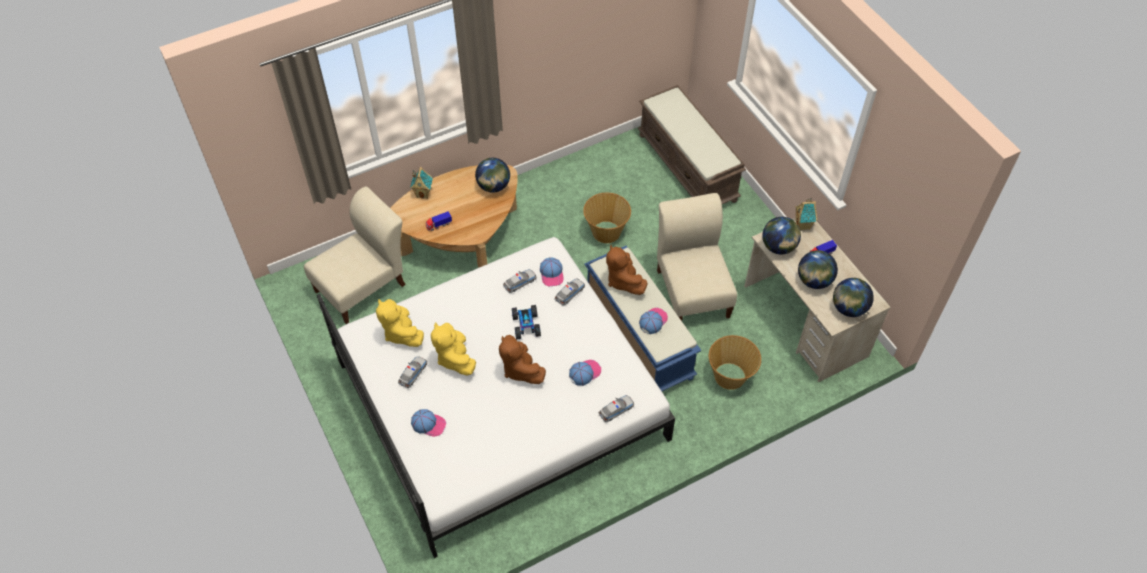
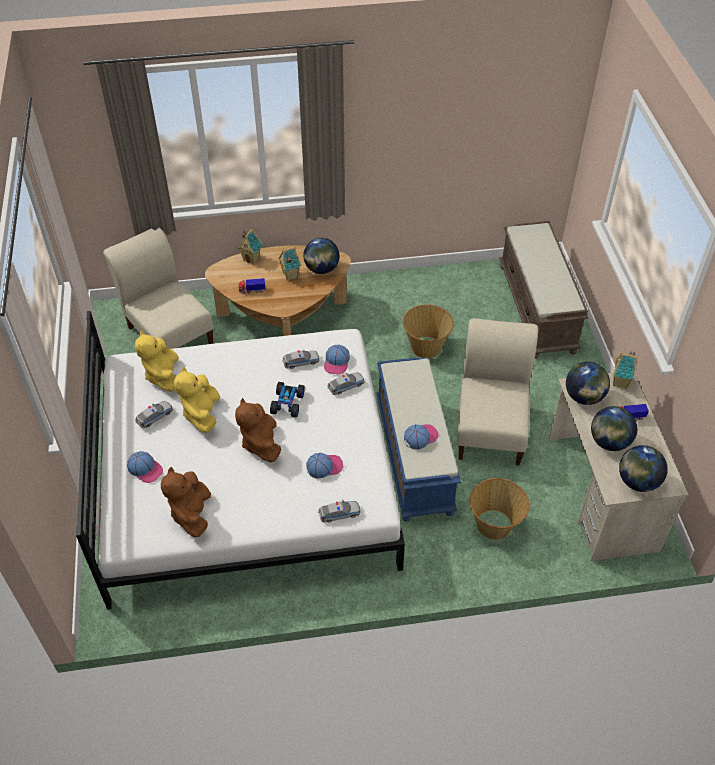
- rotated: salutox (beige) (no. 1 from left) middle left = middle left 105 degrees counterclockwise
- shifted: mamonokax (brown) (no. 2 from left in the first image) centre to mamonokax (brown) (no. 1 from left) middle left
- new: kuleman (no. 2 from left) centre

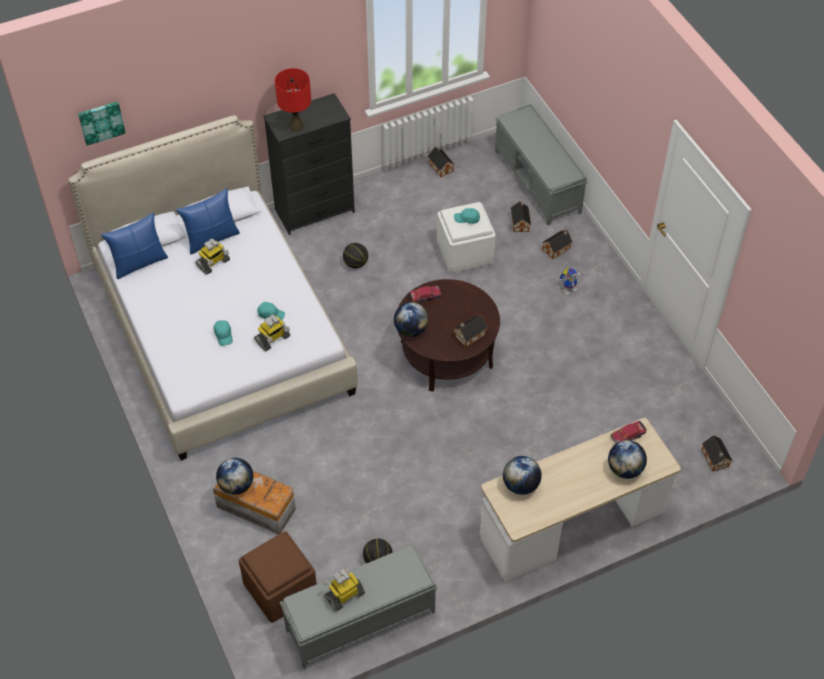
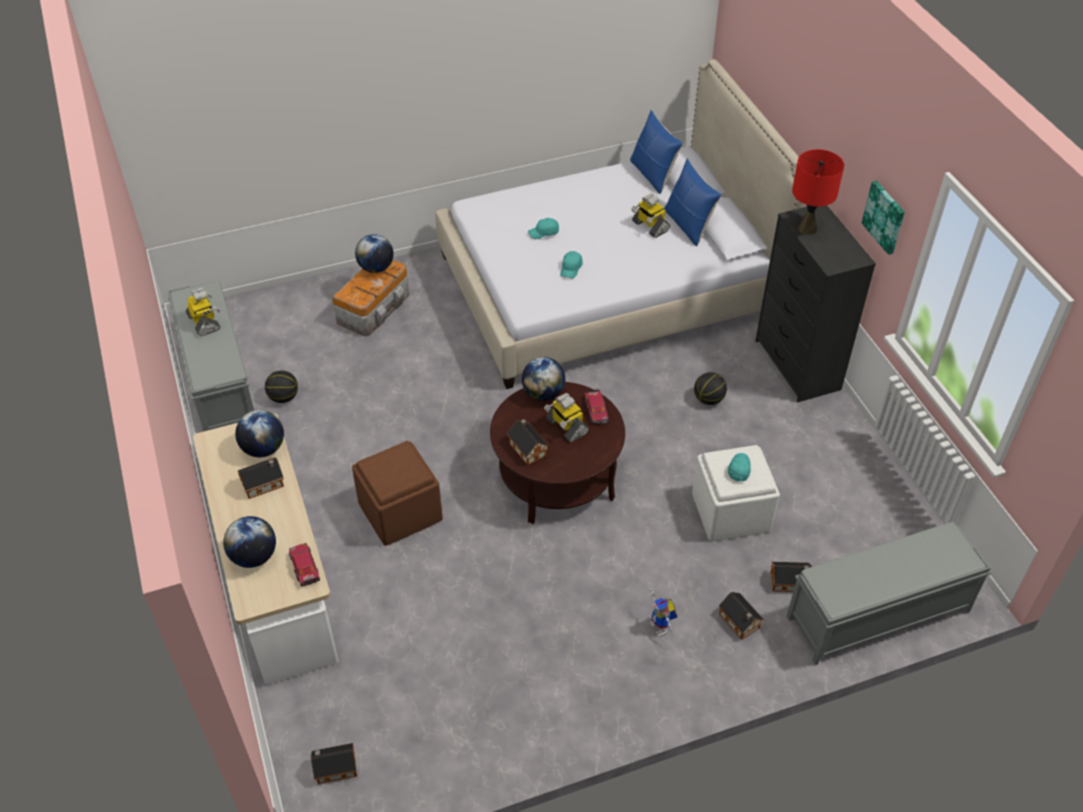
- shifted: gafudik top left to top right
- shifted: kuleman (no. 1 from left) top centre to middle left
- shifted: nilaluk (no. 2 from left) middle left to centre
- shifted: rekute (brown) bottom centre to centre

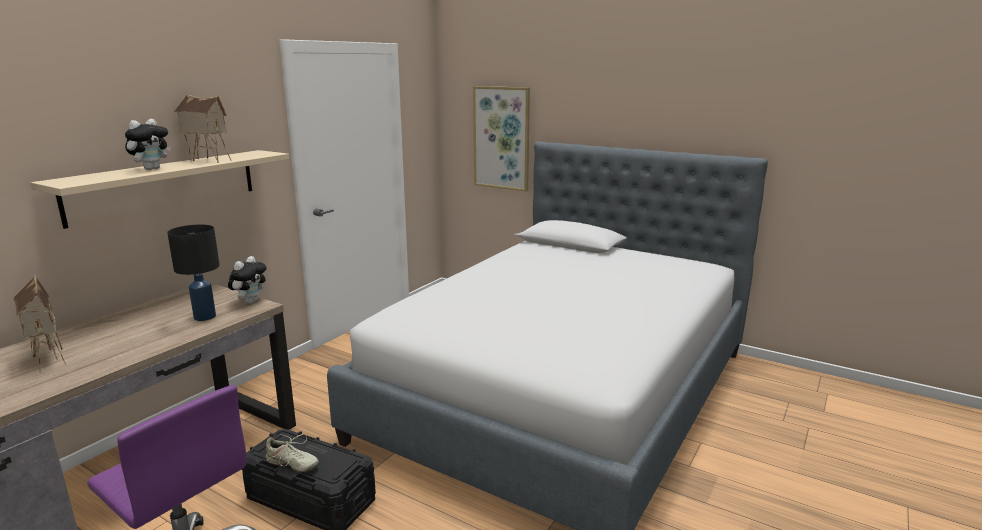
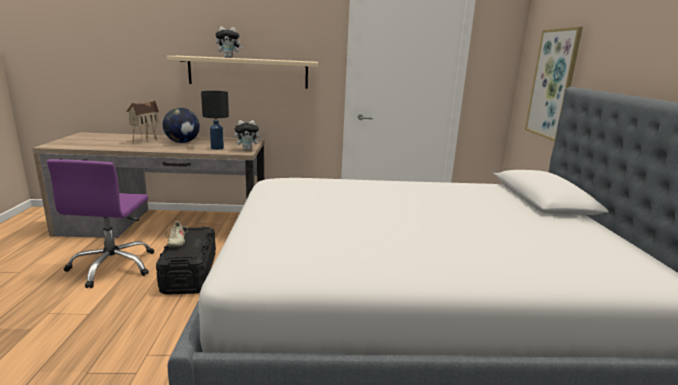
- gone: kuleman (no. 2 from left) top left
- new: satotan top left

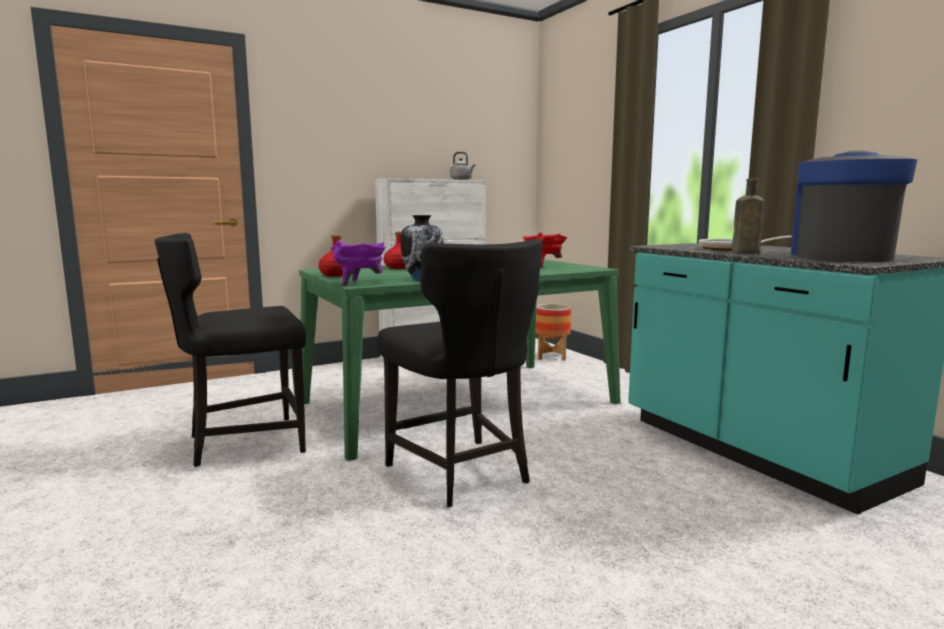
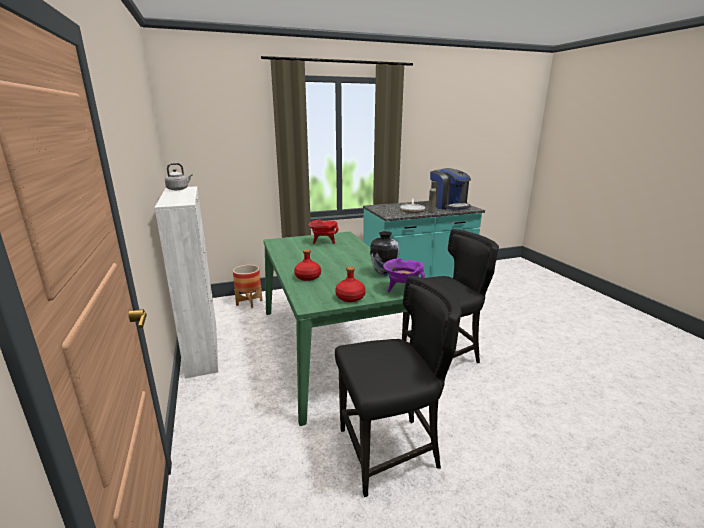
- rotated: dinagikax top right = centre 150 degrees counterclockwise
- rotated: salutox (black) (no. 1 from left) middle left = bottom centre 90 degrees counterclockwise

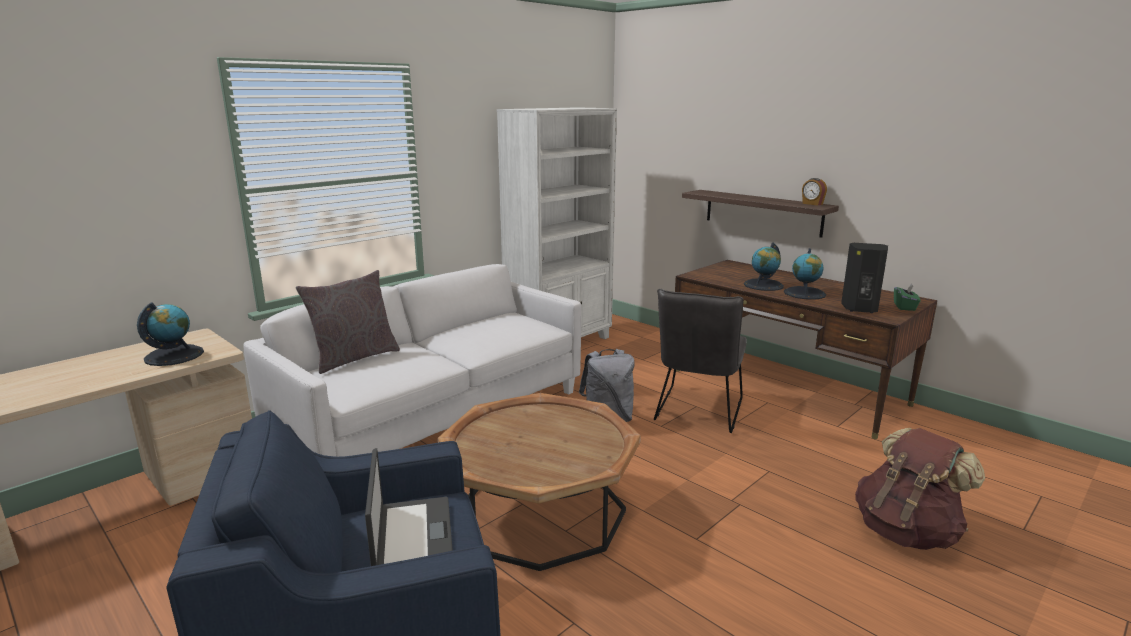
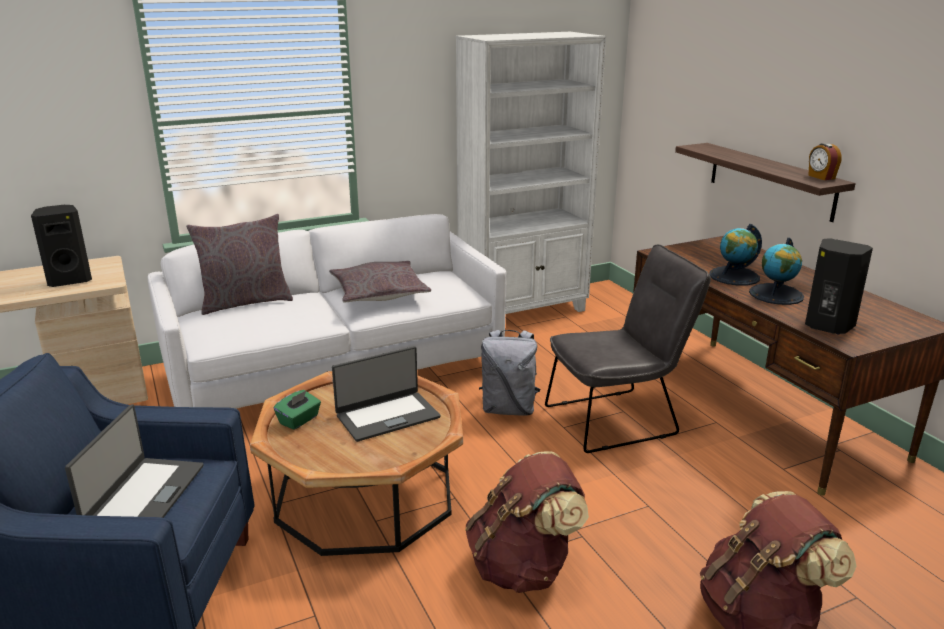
- shifted: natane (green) middle right to middle left
- rotated: salutox (grey) centre = centre 150 degrees counterclockwise
- swapped: satotan (no. 1 from left) middle left to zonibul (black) (no. 1 from left) middle left
- new: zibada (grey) (no. 2 from left) centre
- new: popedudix (no. 2 from left) centre
- new: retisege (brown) (no. 1 from left) bottom centre

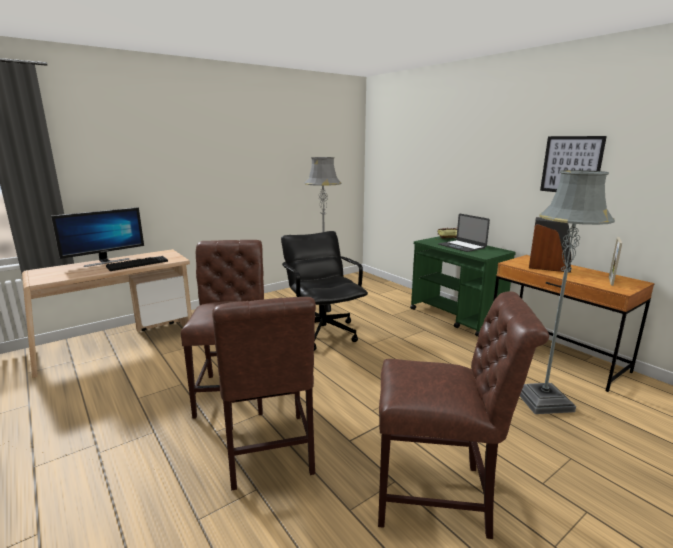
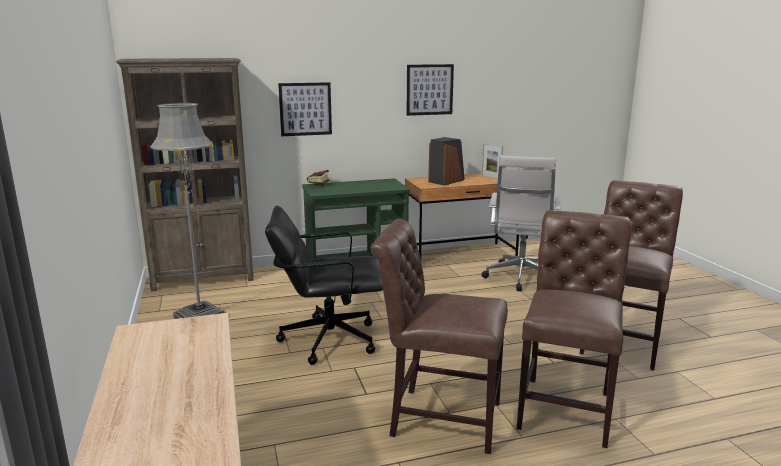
- swapped: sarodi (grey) (no. 2 from left) middle right to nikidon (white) middle right
- gone: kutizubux middle left
- gone: popedudix middle right
- gone: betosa middle left
- rotated: salutox (brown) (no. 2 from left) bottom centre = bottom right 75 degrees counterclockwise
- new: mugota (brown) middle left
- new: gafudik (no. 1 from left) top centre

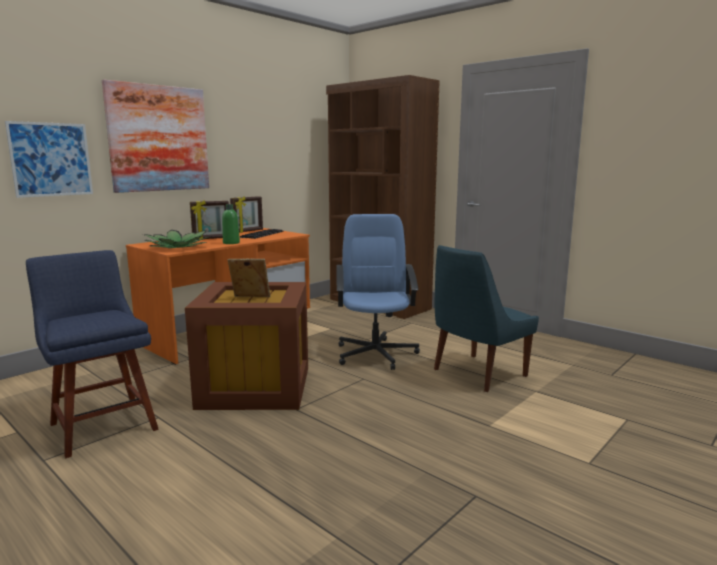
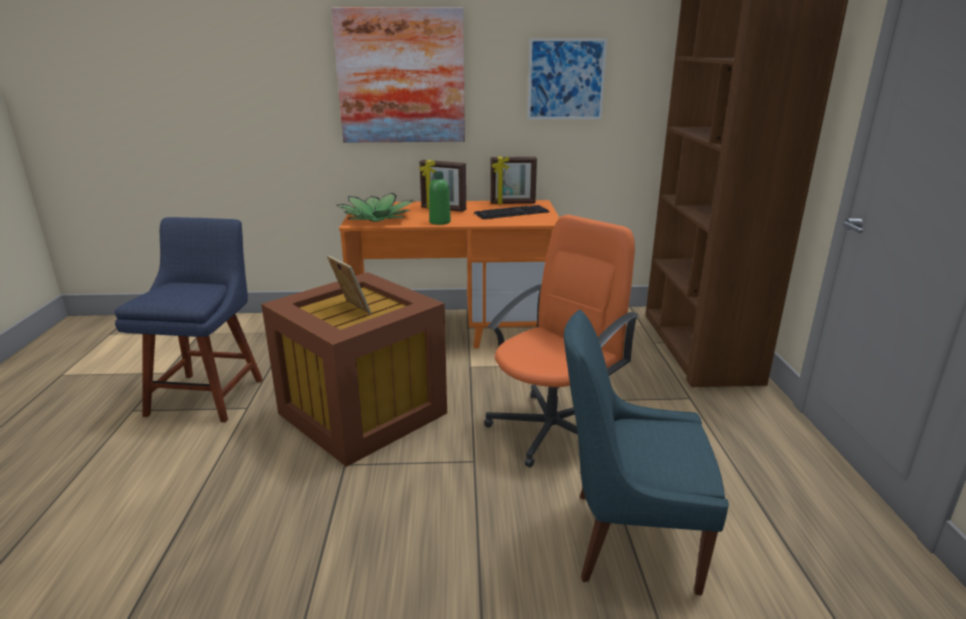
- shifted: gafudik (no. 1 from left in the first image) top left to gafudik (no. 2 from left) top centre
- repainted: nikidon (blue) centre to nikidon (orange) centre

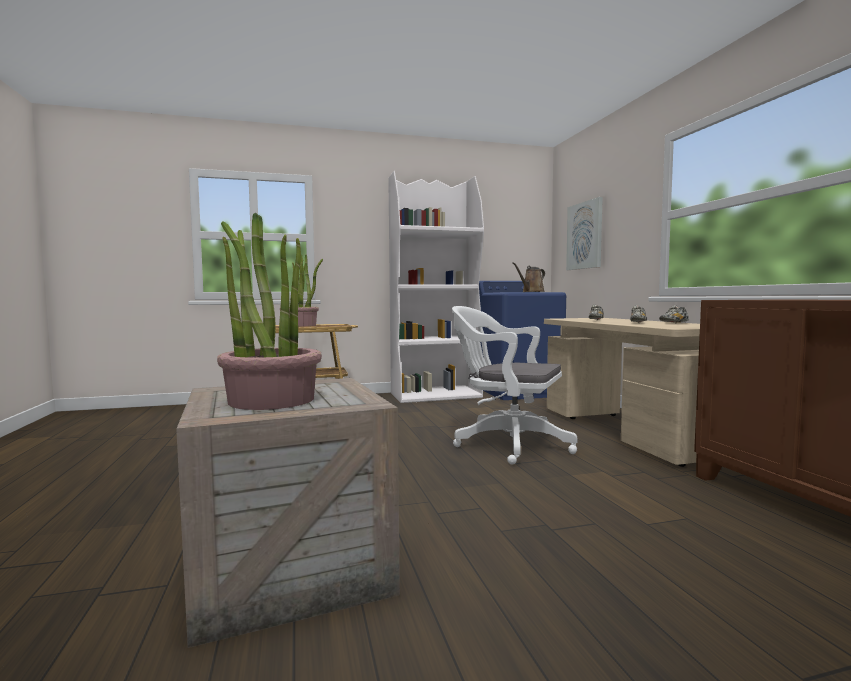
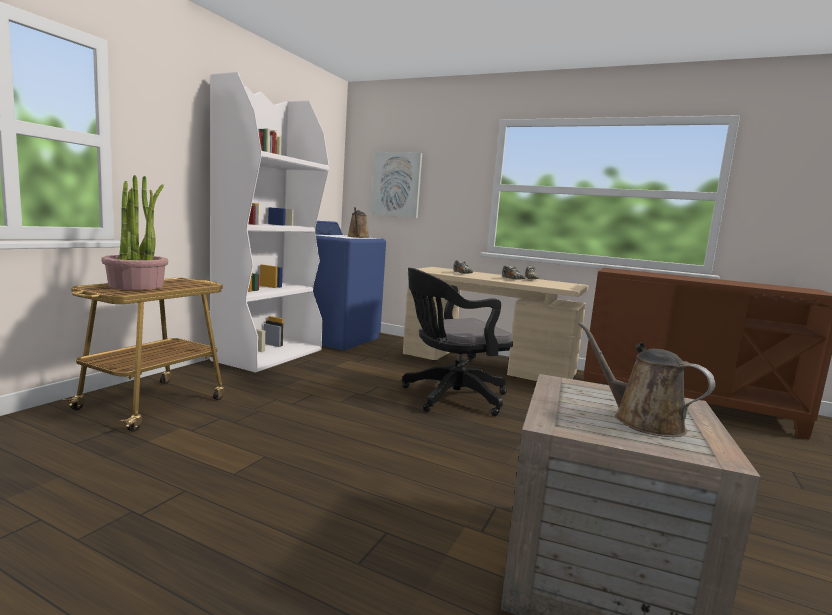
- swapped: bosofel (no. 1 from left) middle left to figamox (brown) (no. 2 from left) middle right
- repainted: nikidon (white) centre to nikidon (black) centre

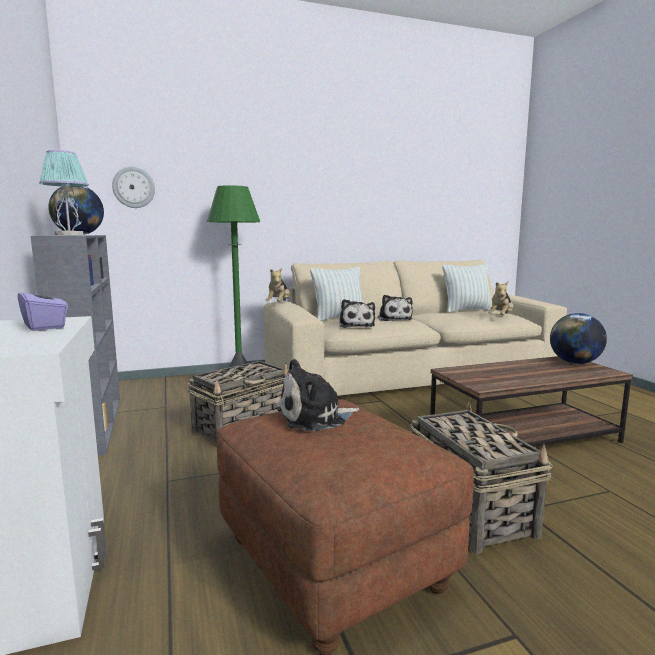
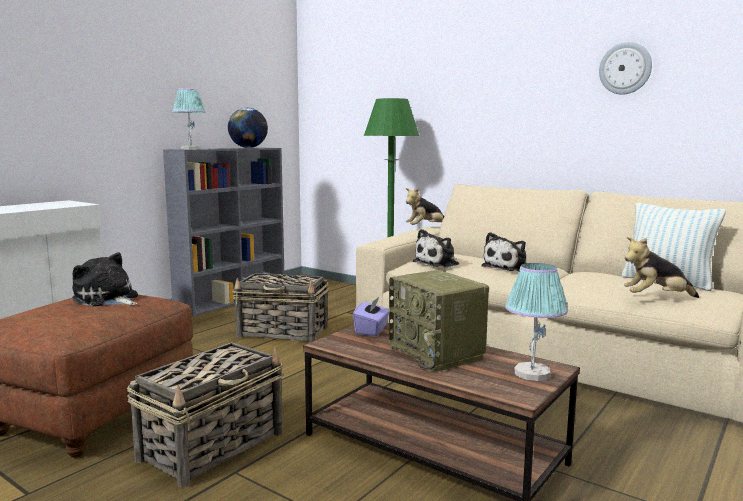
- shifted: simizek top left to top right
- gone: zibada (no. 1 from left) centre
- shifted: natane (purple) middle left to centre
- swapped: satotan (no. 2 from left) middle right to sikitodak (no. 2 from left) middle right
- new: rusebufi centre

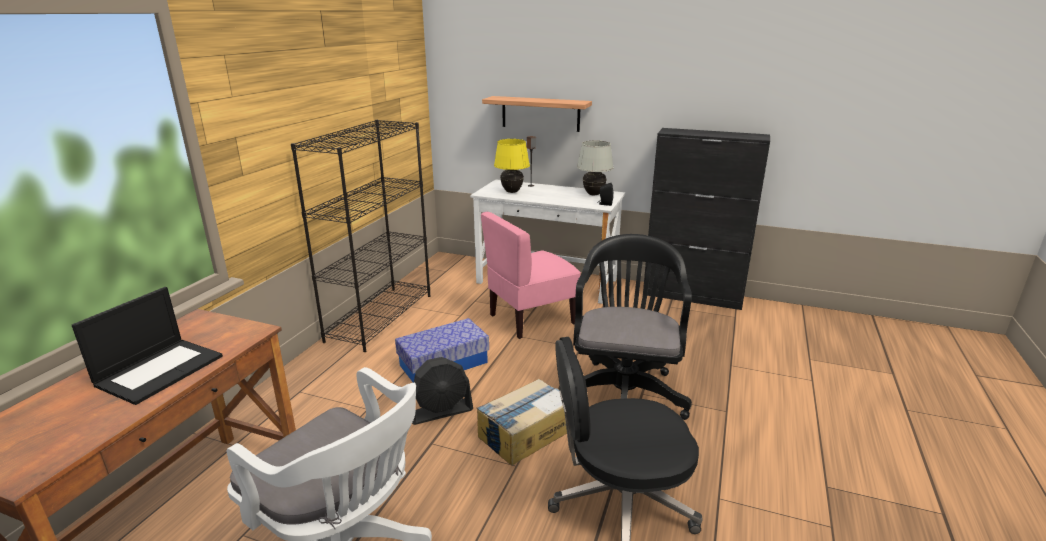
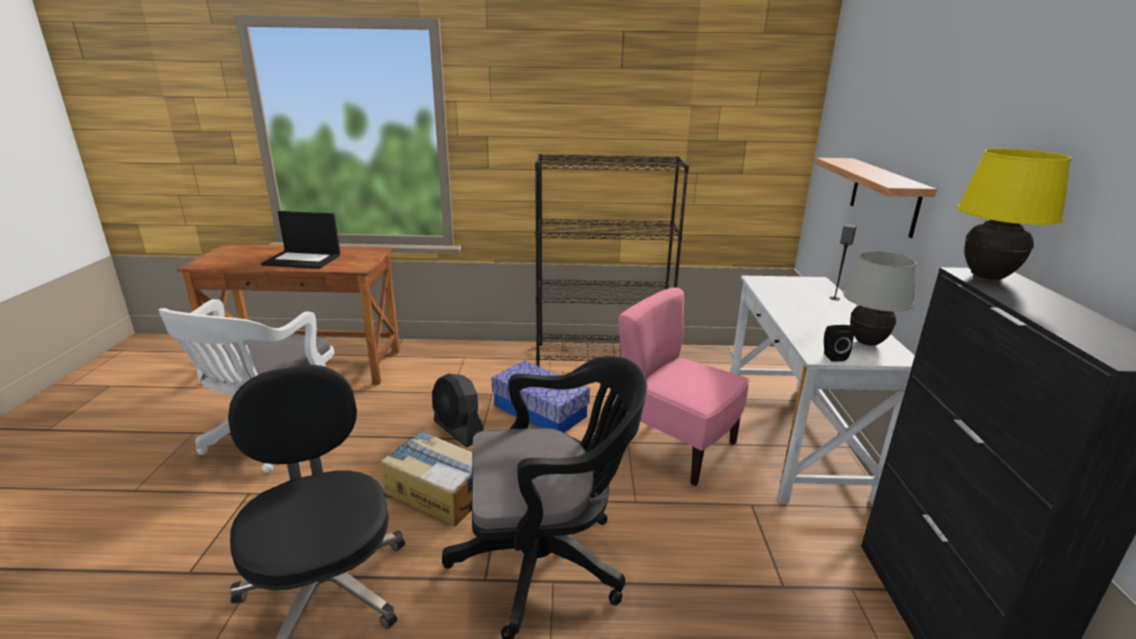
- shifted: sikitodak (yellow) top centre to middle right

